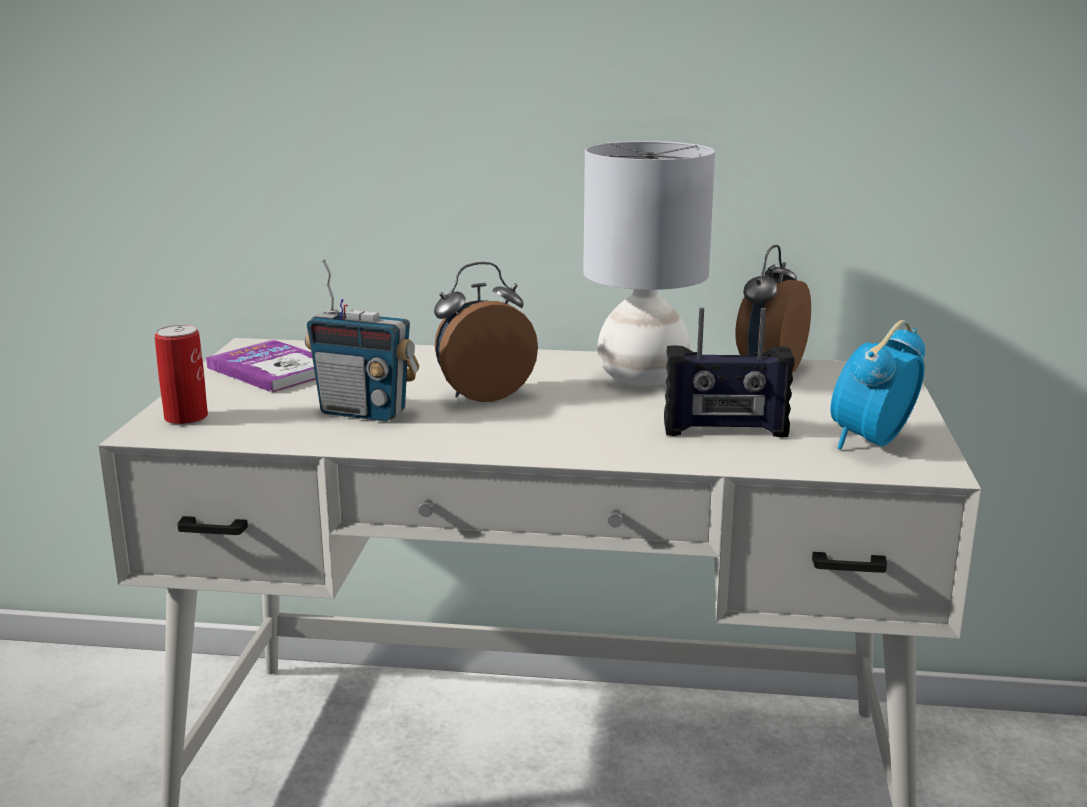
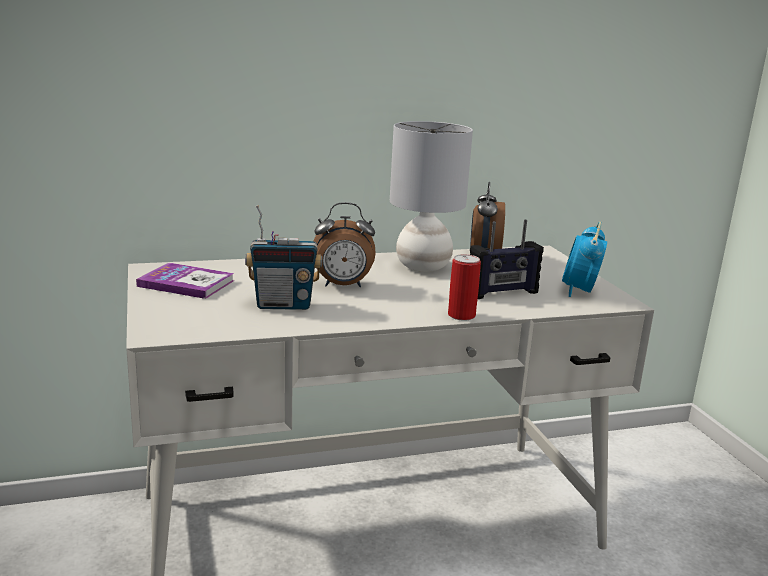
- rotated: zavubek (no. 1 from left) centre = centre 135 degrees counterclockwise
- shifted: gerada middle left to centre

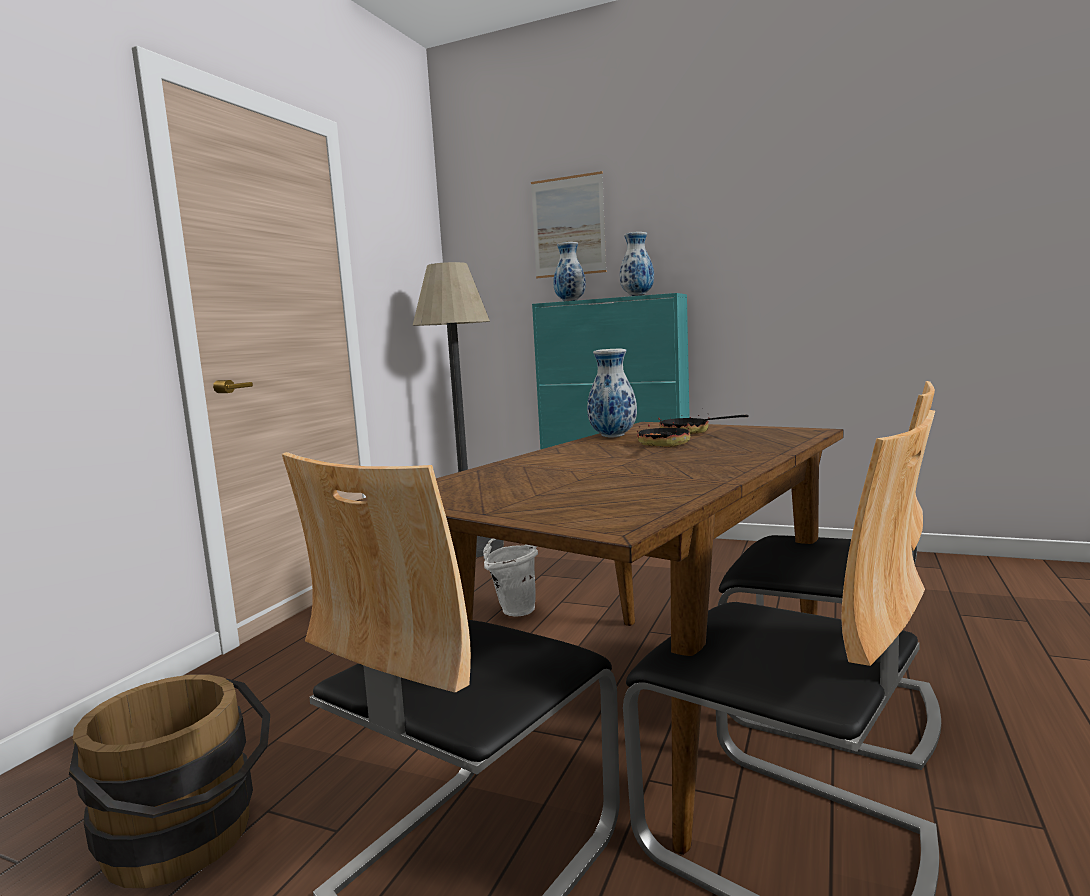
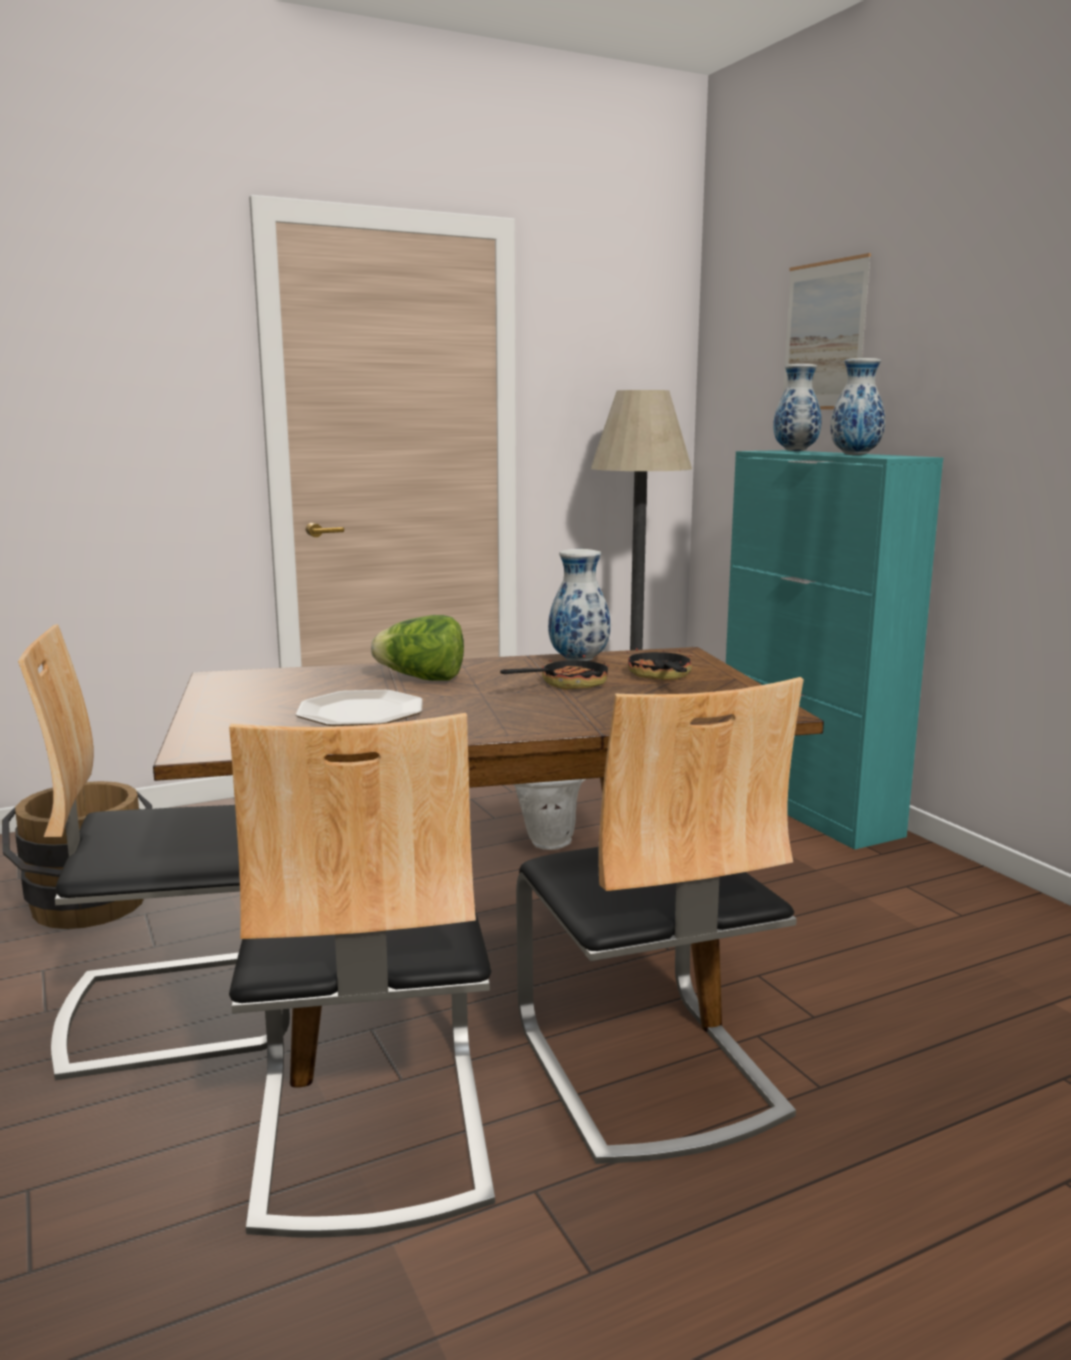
- new: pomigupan centre
- new: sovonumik centre

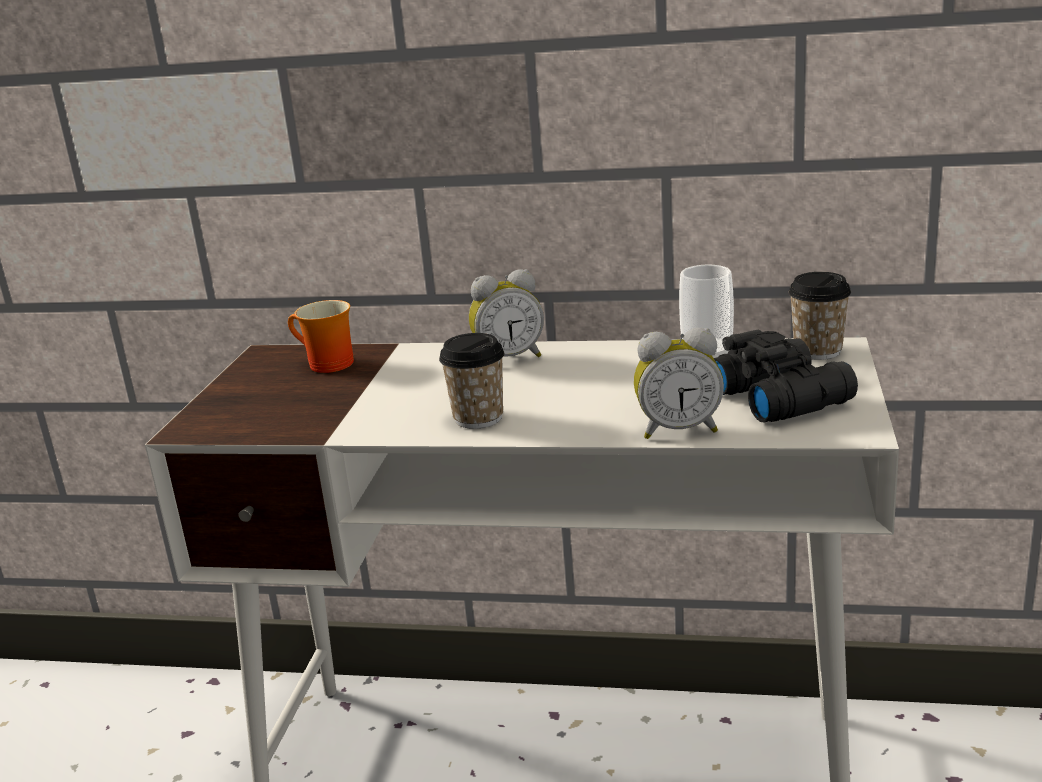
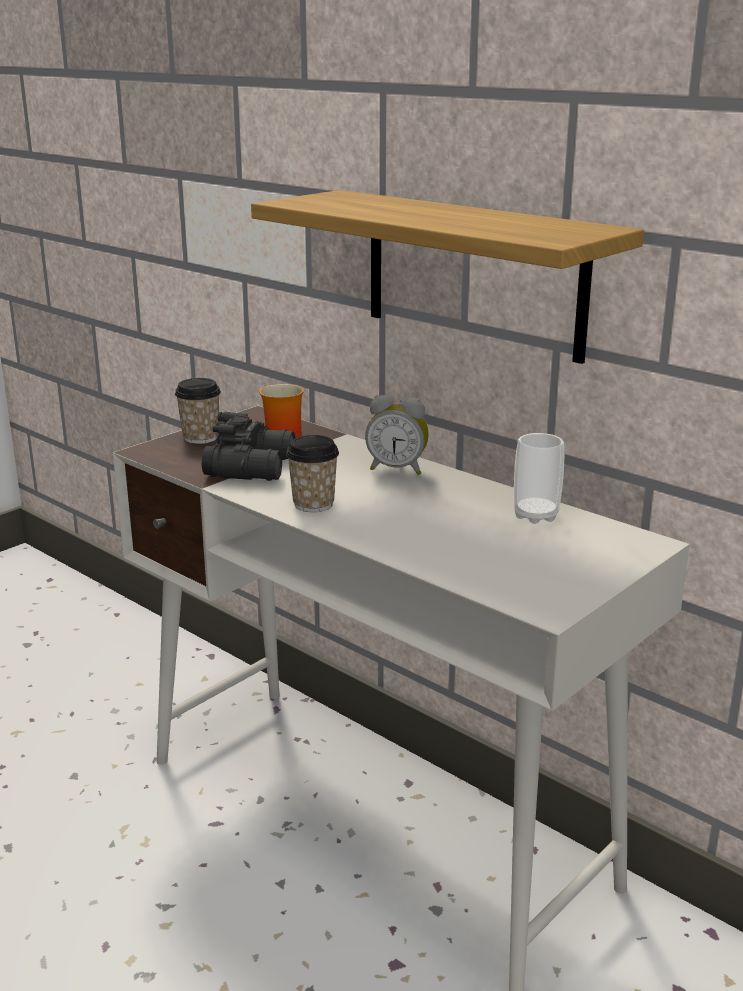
- shifted: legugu (no. 3 from left in the first image) middle right to legugu (no. 1 from left) middle left
- gone: zavubek (no. 2 from left) centre
- shifted: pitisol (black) middle right to centre
- new: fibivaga top centre

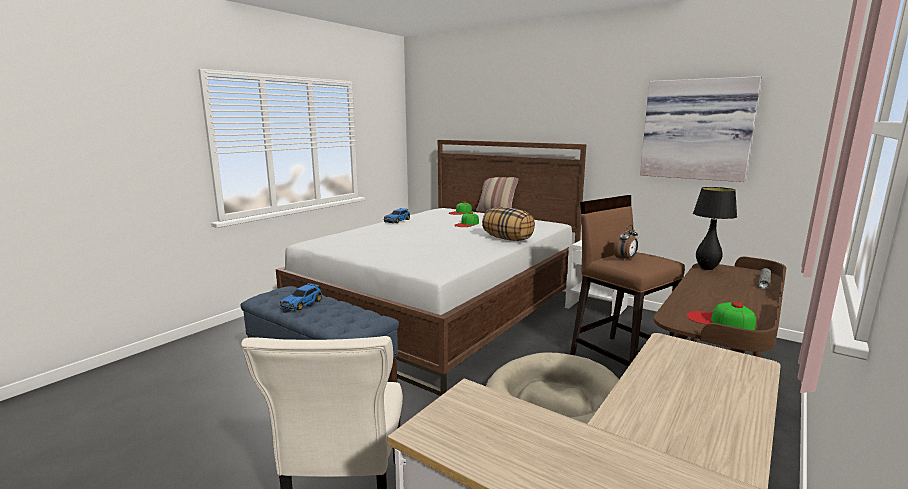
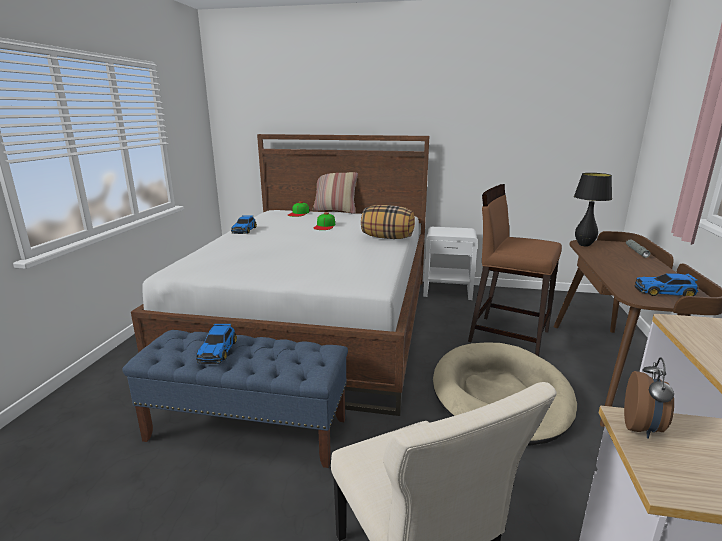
- gone: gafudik top right
- shifted: zavubek middle right to bottom right
- swapped: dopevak (no. 3 from left) middle right to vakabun (no. 3 from left) middle right

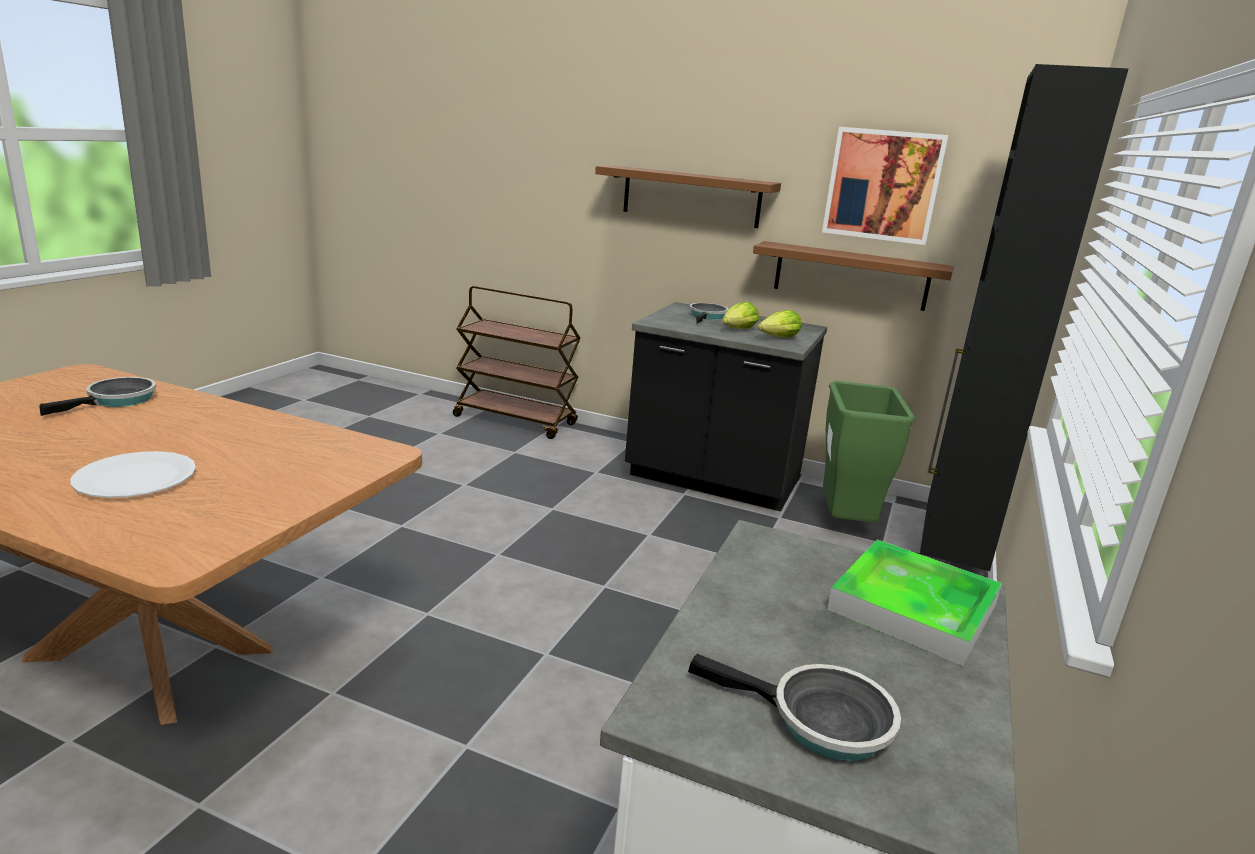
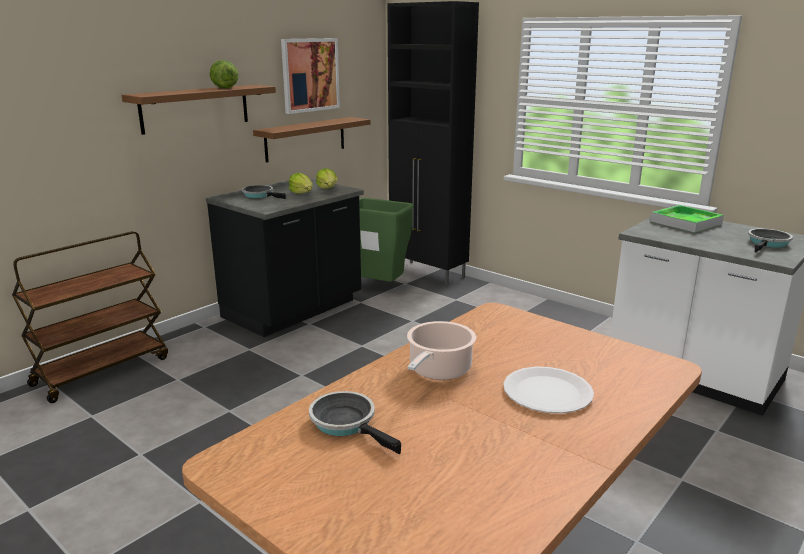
- new: pomigupan (no. 1 from left) top left
- new: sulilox centre

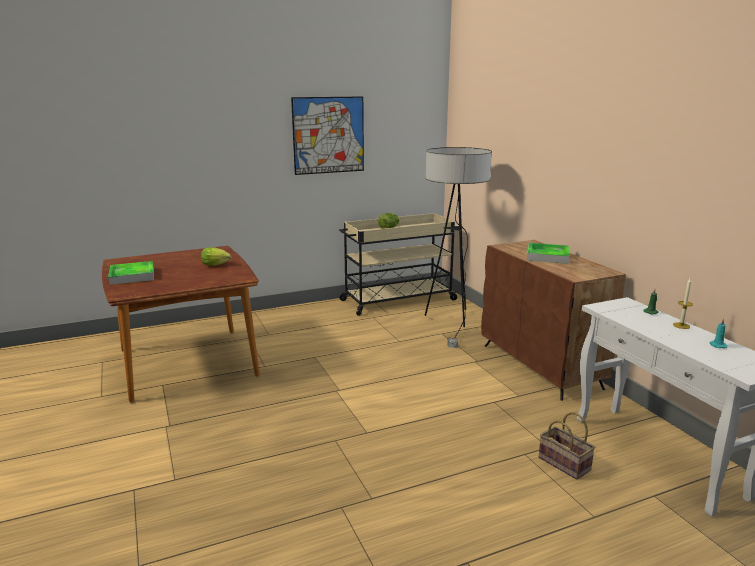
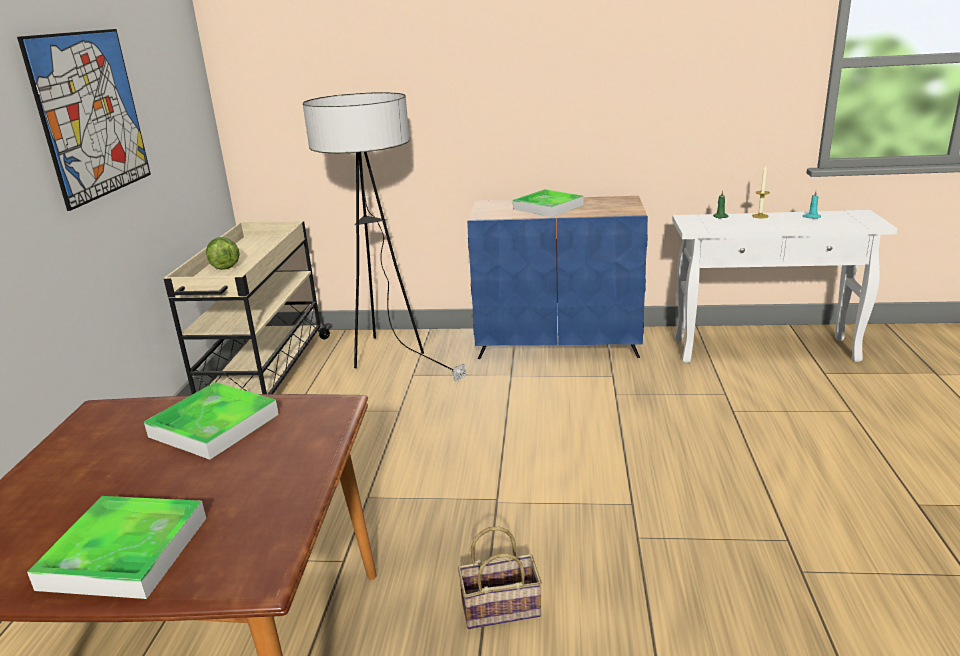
- repainted: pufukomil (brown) middle right to pufukomil (blue) centre
- swapped: pomigupan (no. 1 from left) middle left to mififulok (no. 2 from left) middle left
- shifted: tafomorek bottom right to bottom centre

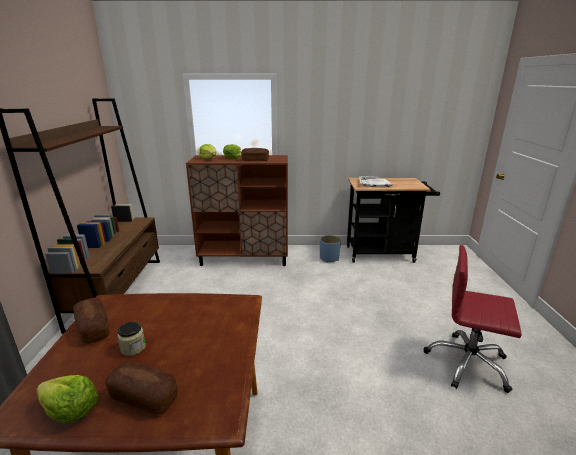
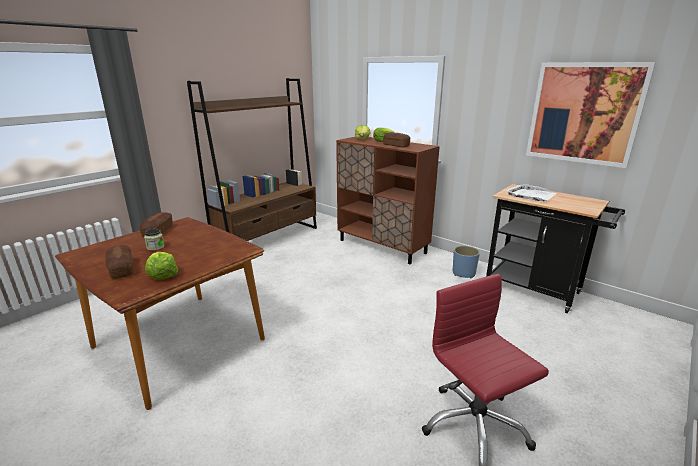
- shifted: pomigupan (no. 1 from left) bottom left to middle left
- new: gafudik top right

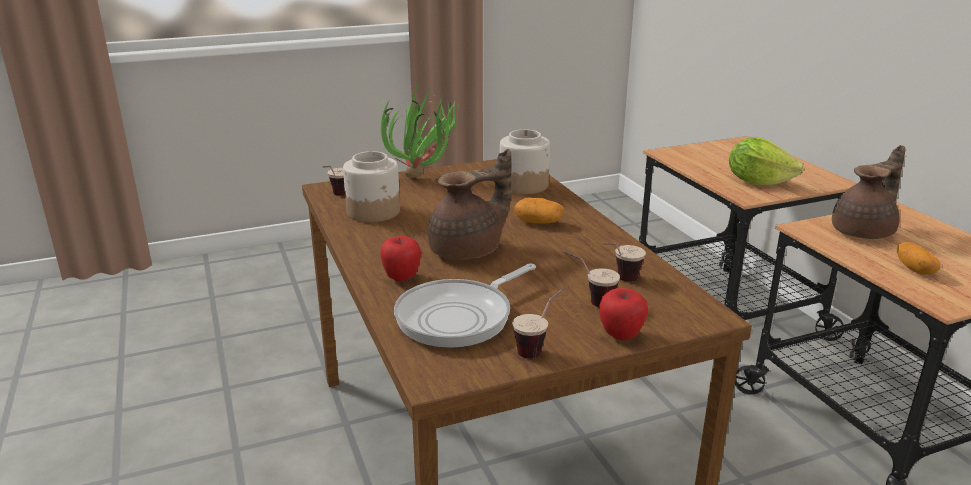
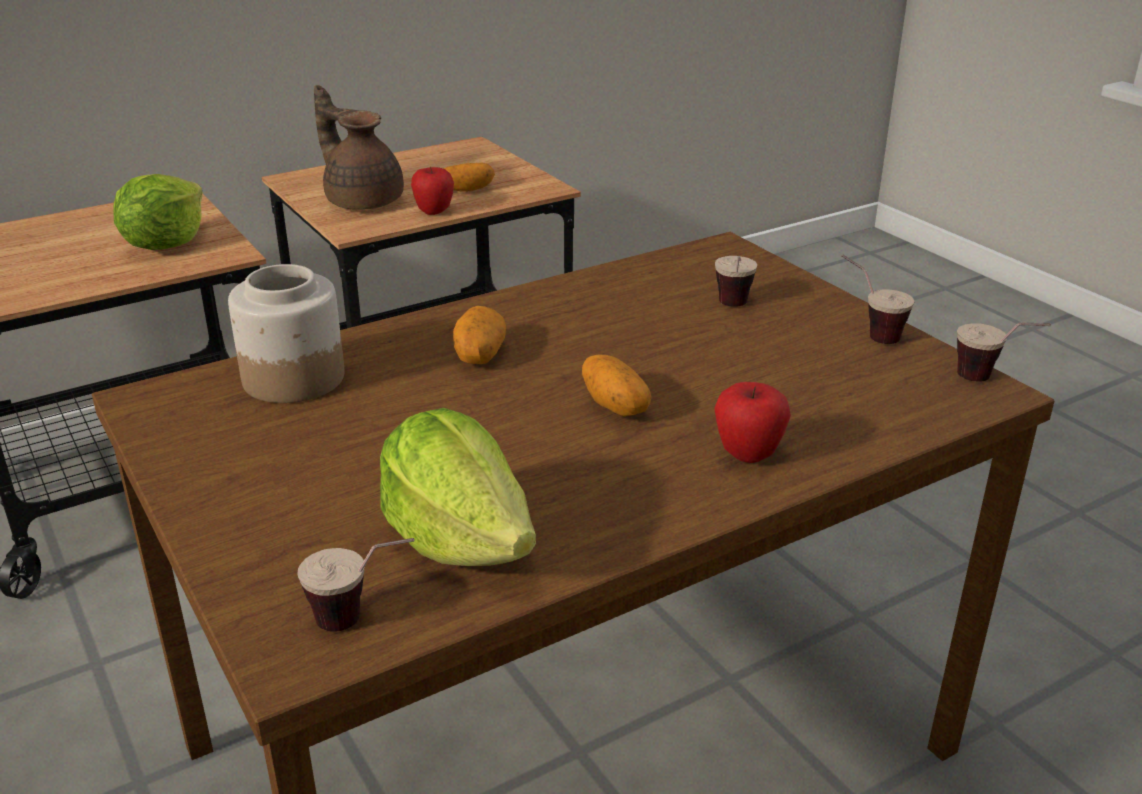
- gone: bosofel top centre
- swapped: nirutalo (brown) (no. 1 from left) centre to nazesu (no. 3 from left) centre
- swapped: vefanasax (no. 1 from left) centre to pomigupan (no. 2 from left) centre
- shifted: legugu (no. 4 from left) centre to middle right
- gone: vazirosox centre
- shifted: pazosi (no. 2 from left in the first image) centre to pazosi (no. 1 from left) top centre

